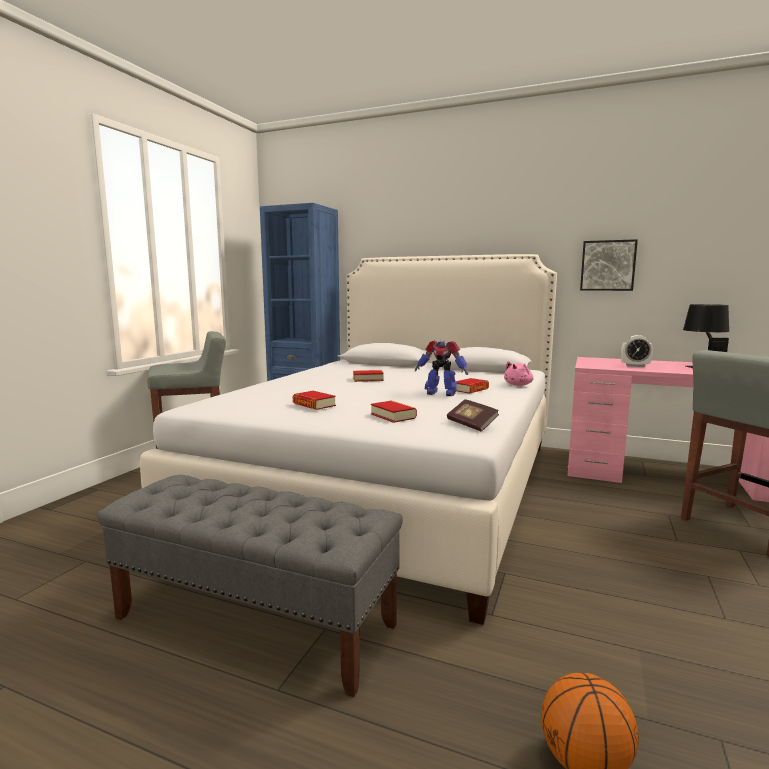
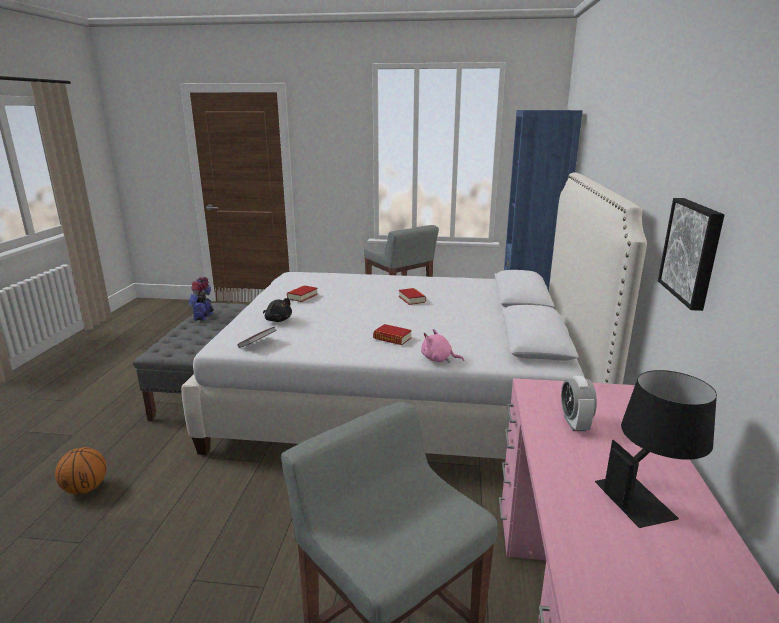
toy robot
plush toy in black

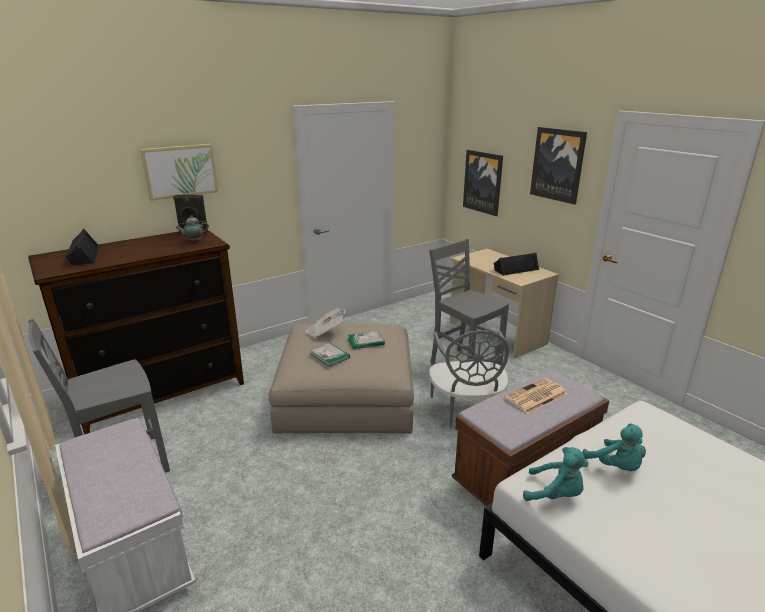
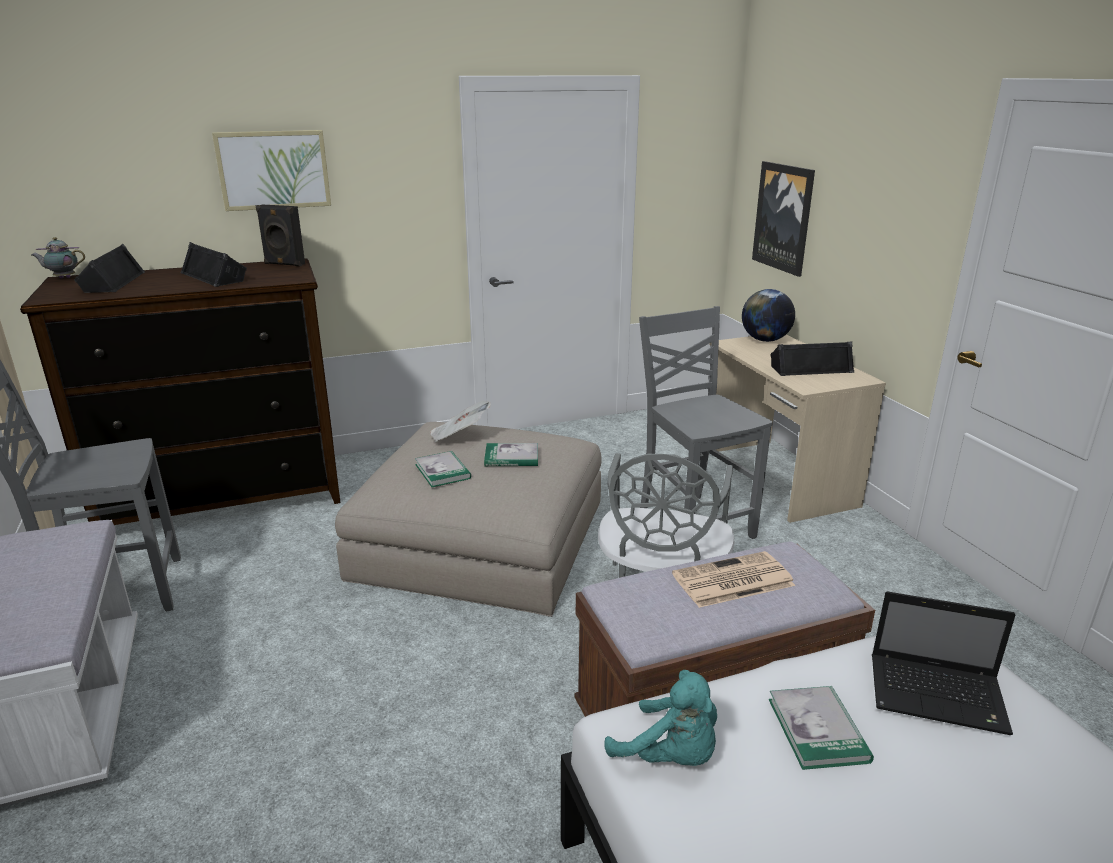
picture (3rd from left in the first image)
teapot
book (3rd from left)
speaker in black (2nd from left)
globe
laptop

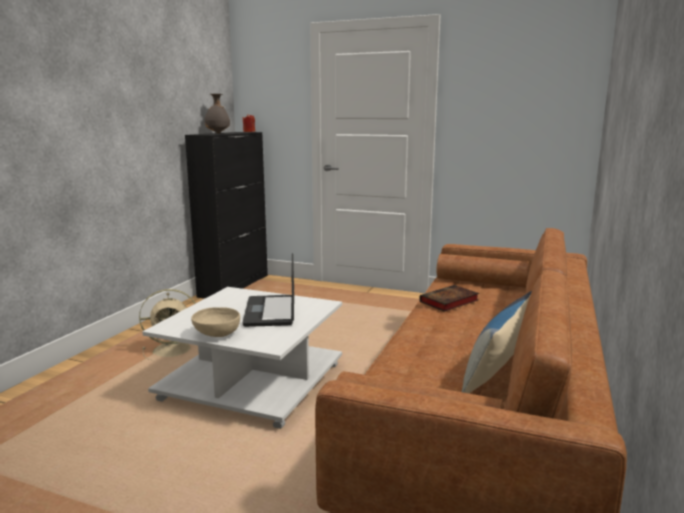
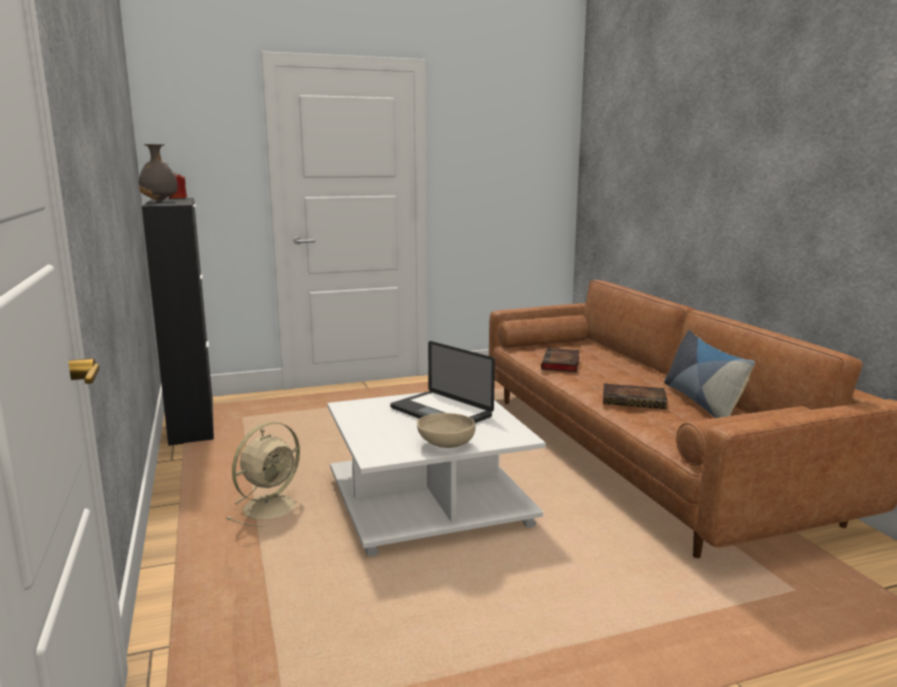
book (2nd from left)

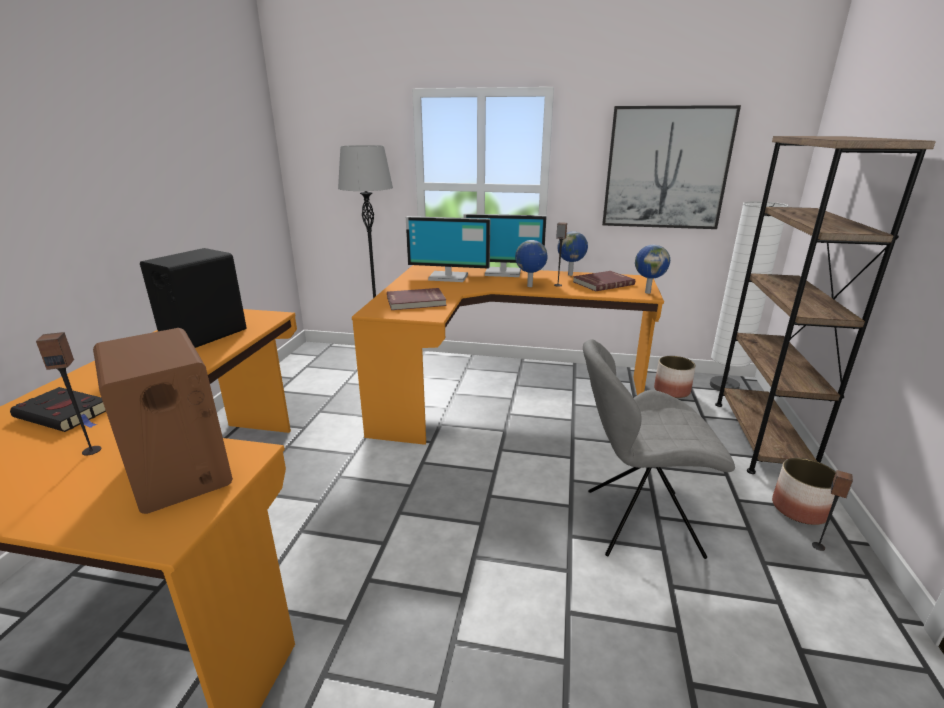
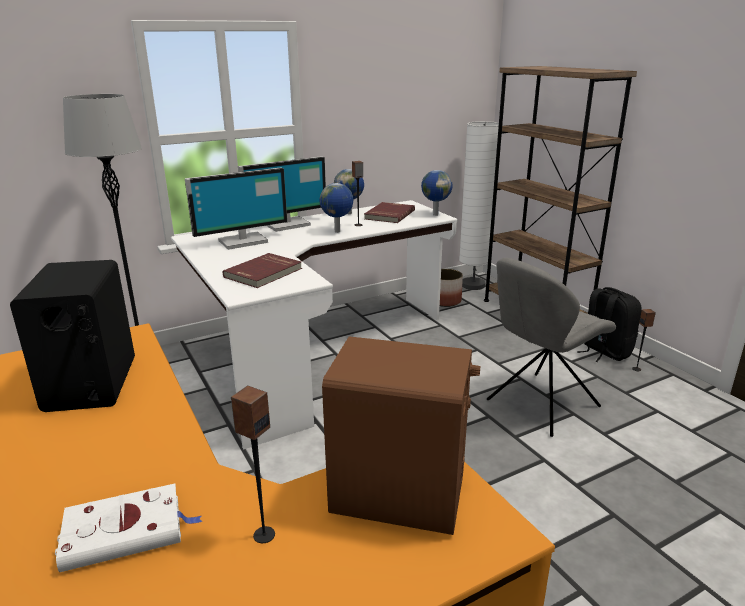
picture
desk in white
book in white
backpack in black

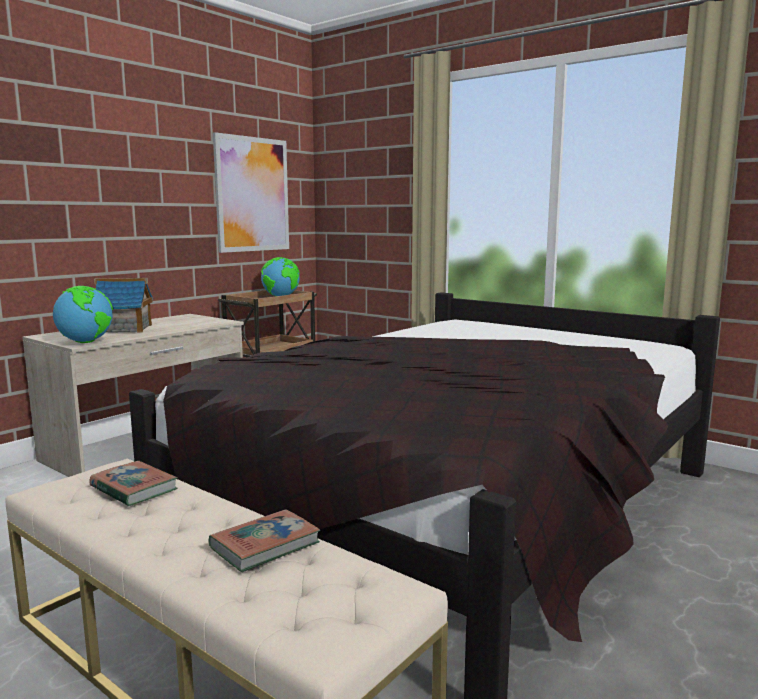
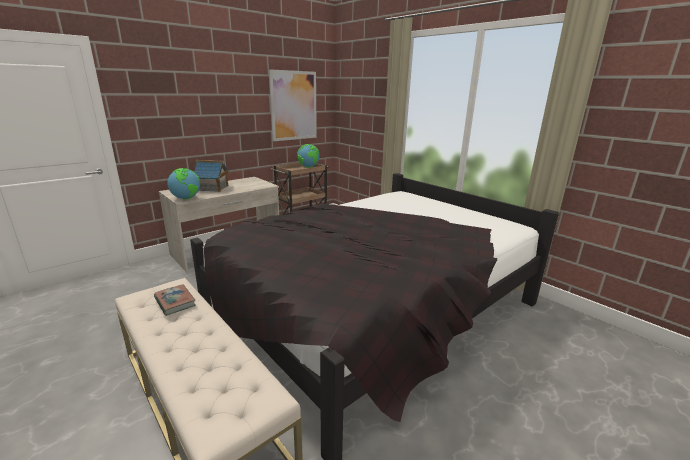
book (2nd from left in the first image)

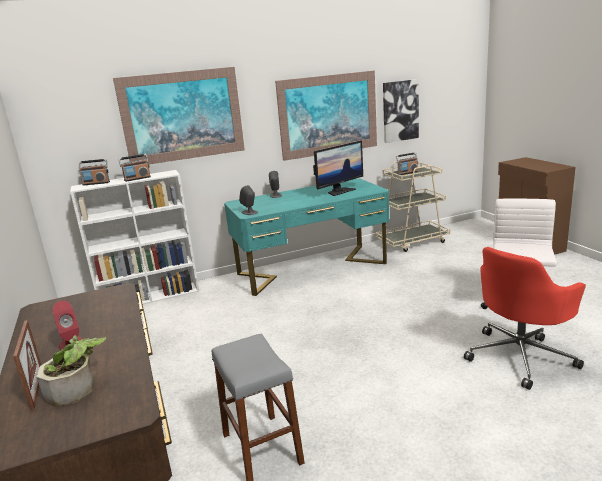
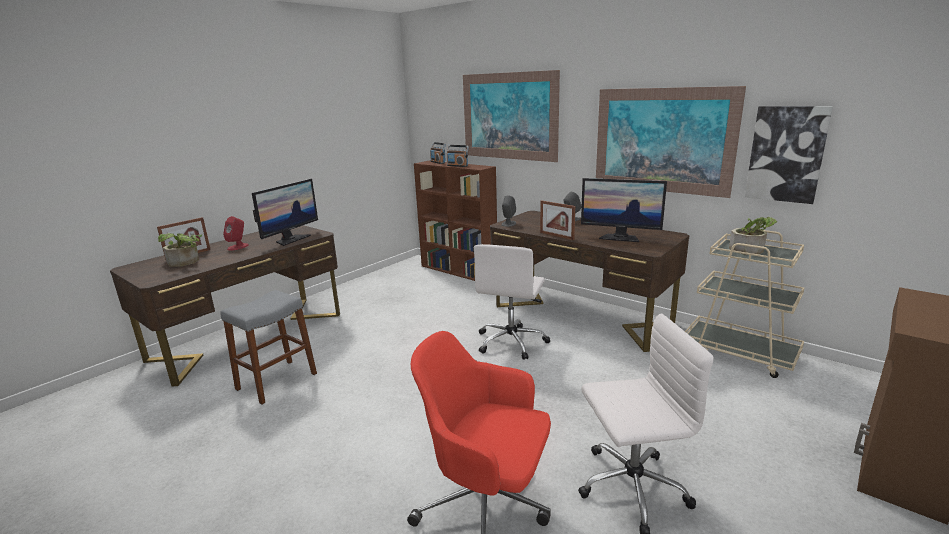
potted plant (2nd from left)
bookcase in brown
desk in brown (2nd from left)
monitor (1st from left)
picture frame (2nd from left)
office chair in white (1st from left)

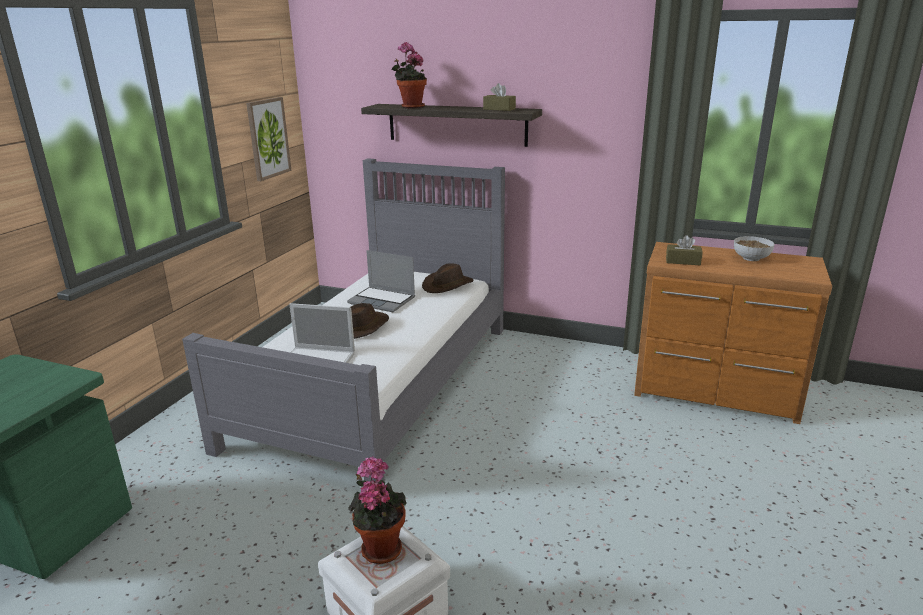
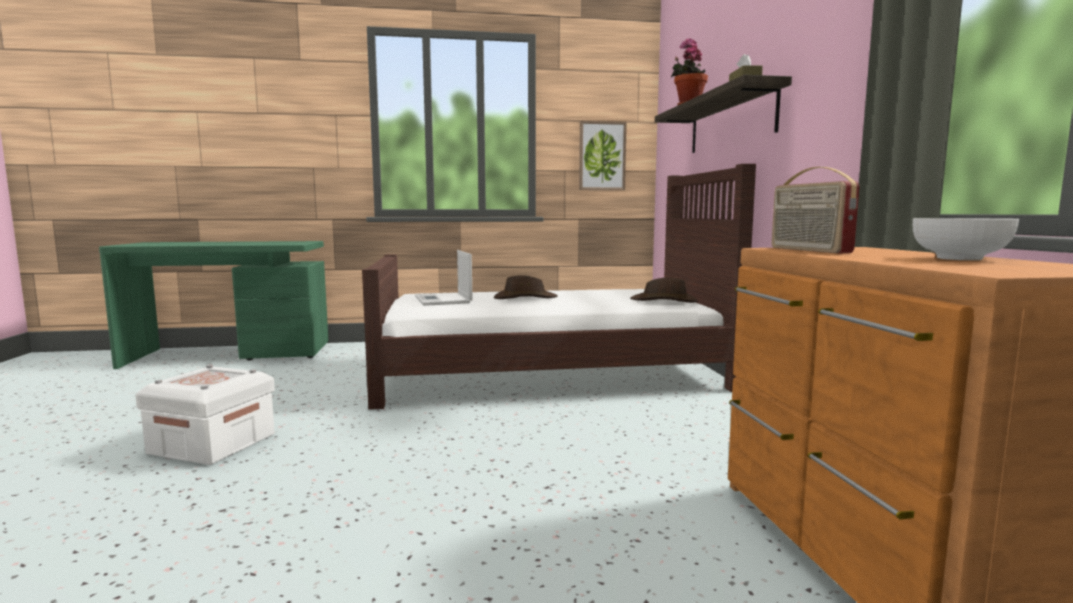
bed in brown
radio
laptop (2nd from left in the first image)
potted plant (1st from left in the first image)

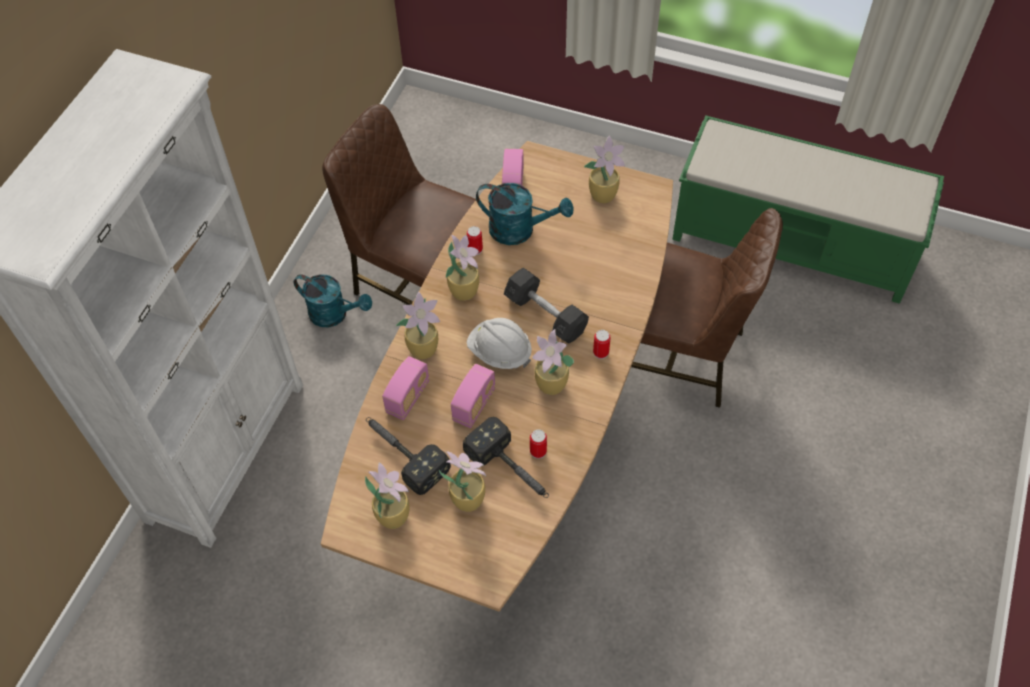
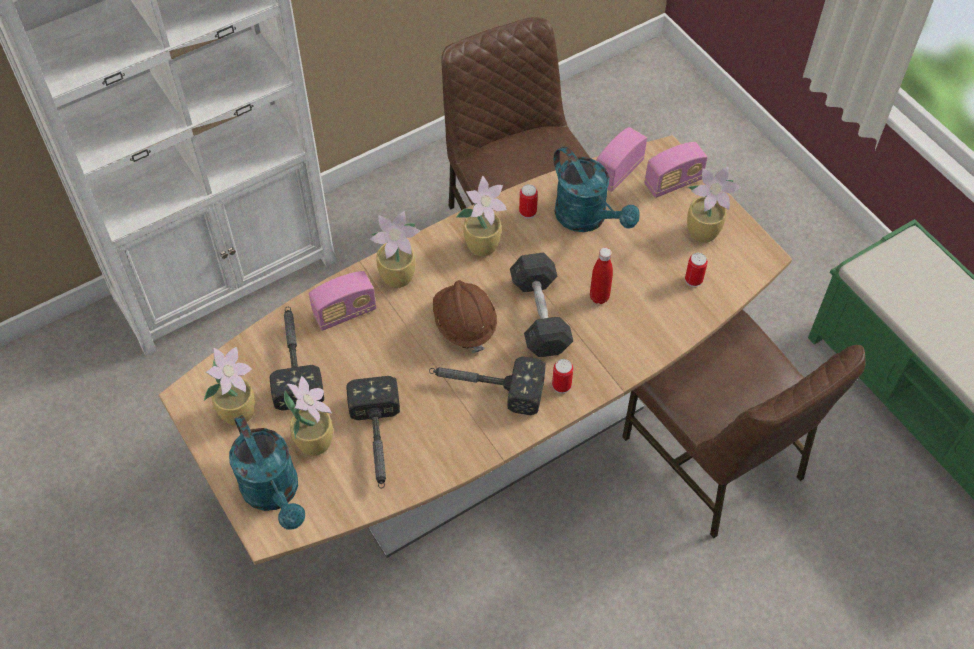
watering can in turquoise (1st from left)
hard hat in brown
hammer (3rd from left)
radio (3rd from left)
can (3rd from left)
bottle in red

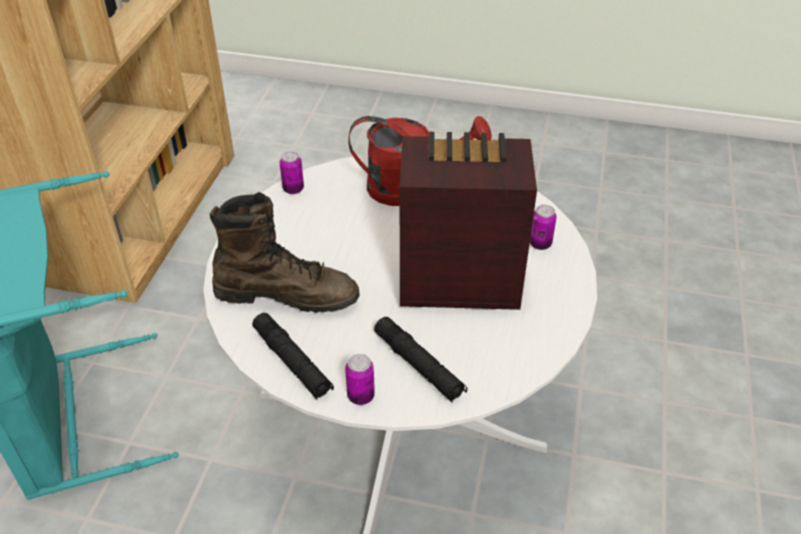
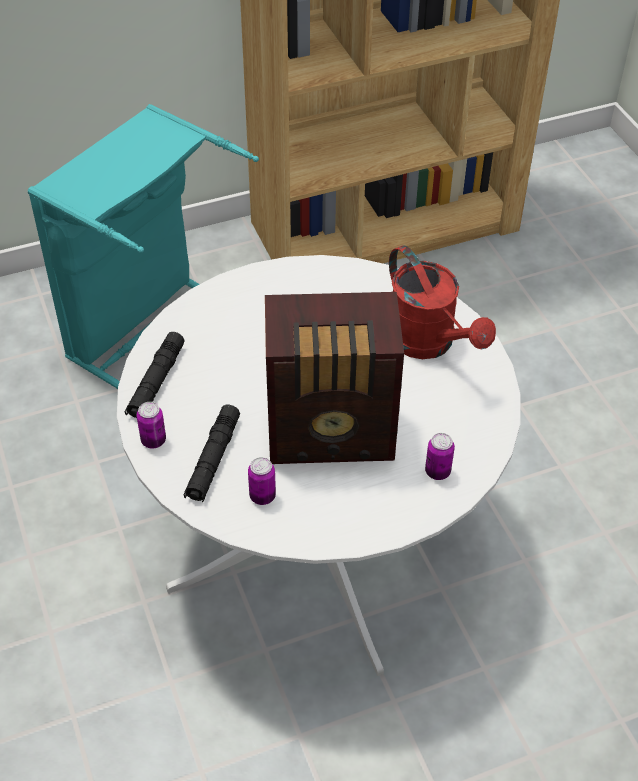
radio
can (2nd from left)
boot in brown

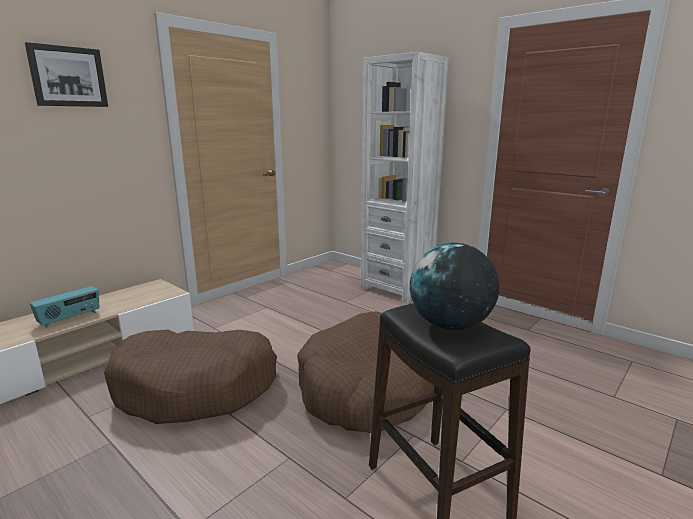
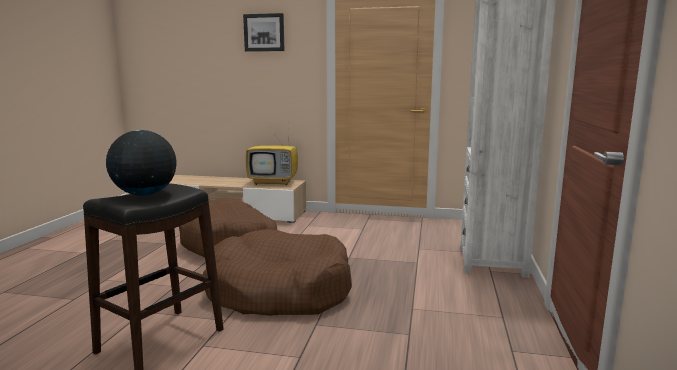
radio
television

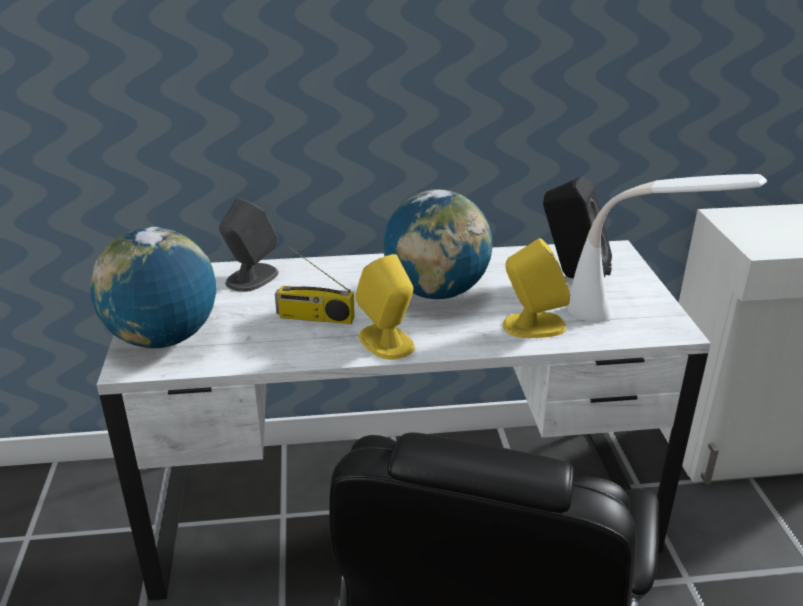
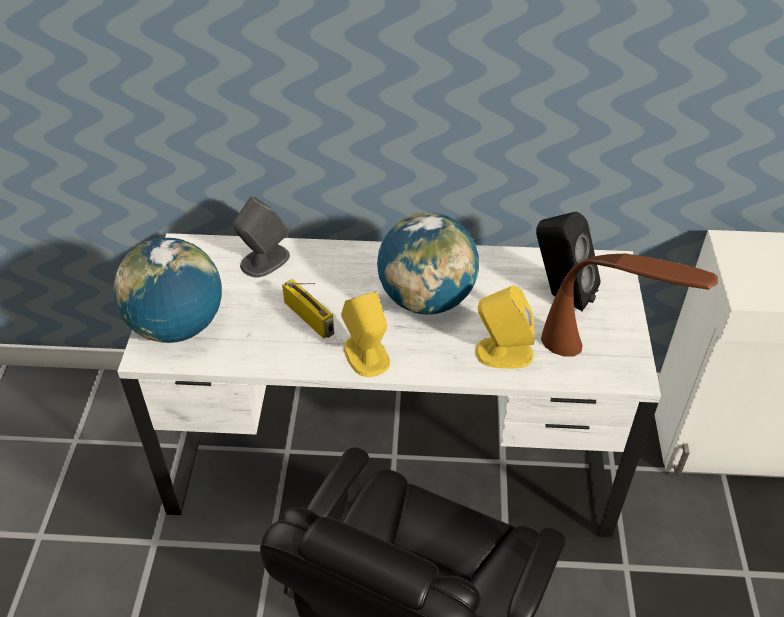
table lamp in brown
radio

